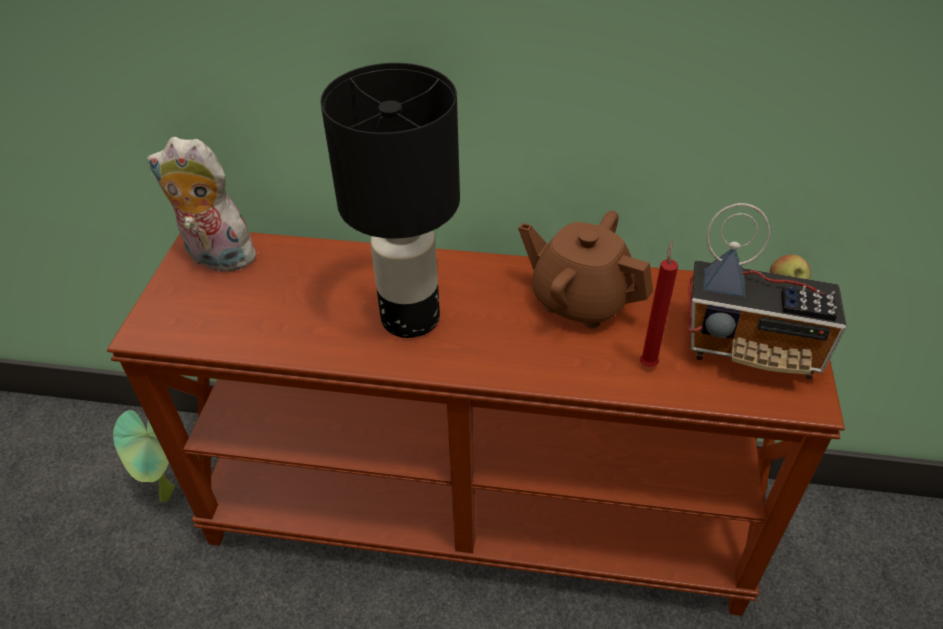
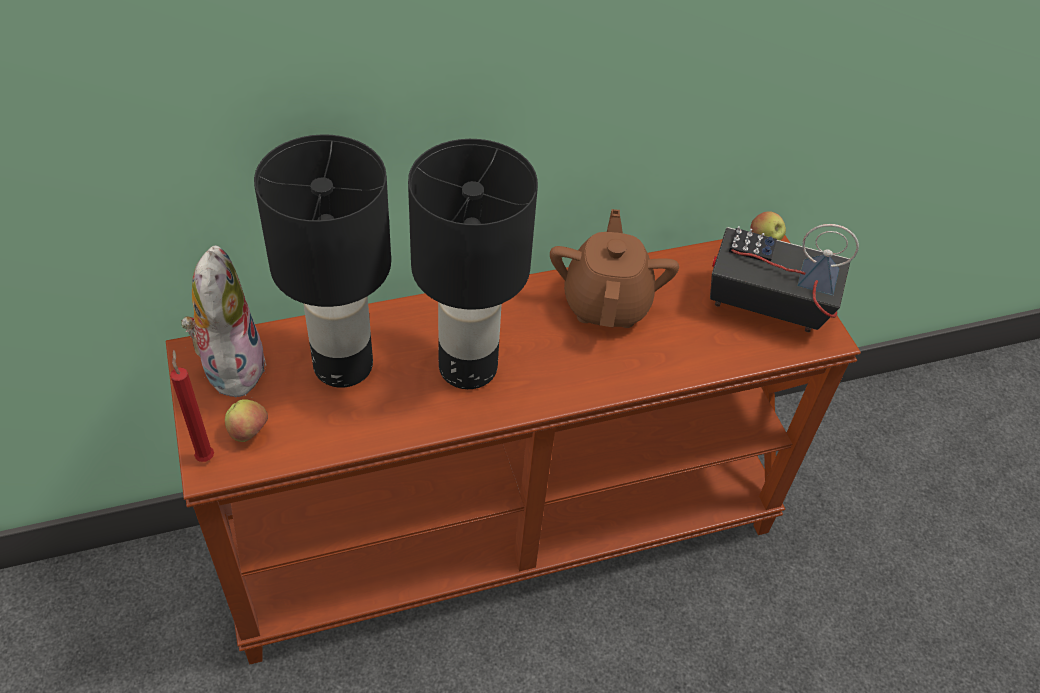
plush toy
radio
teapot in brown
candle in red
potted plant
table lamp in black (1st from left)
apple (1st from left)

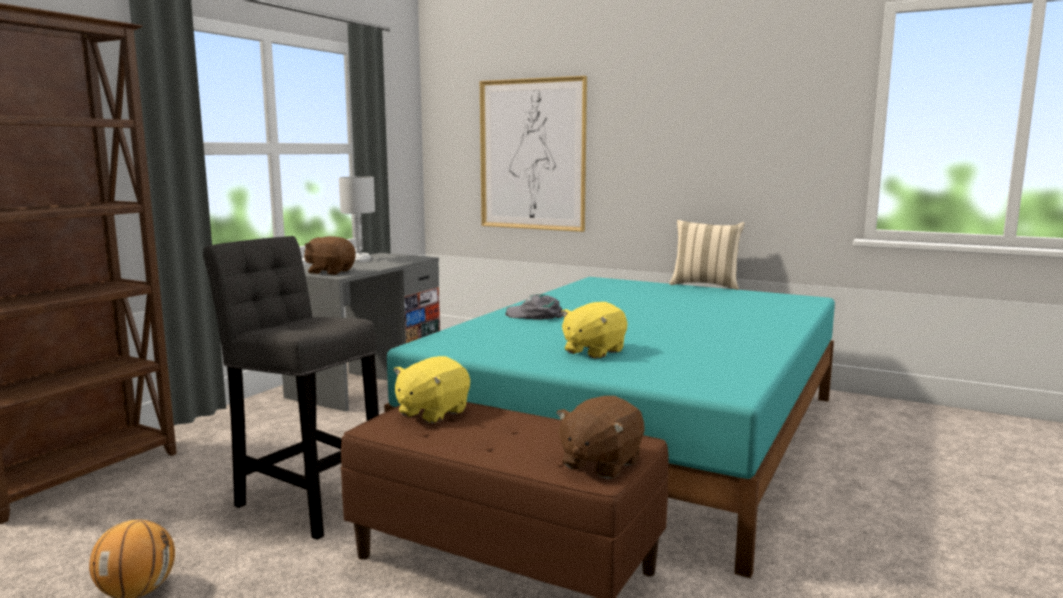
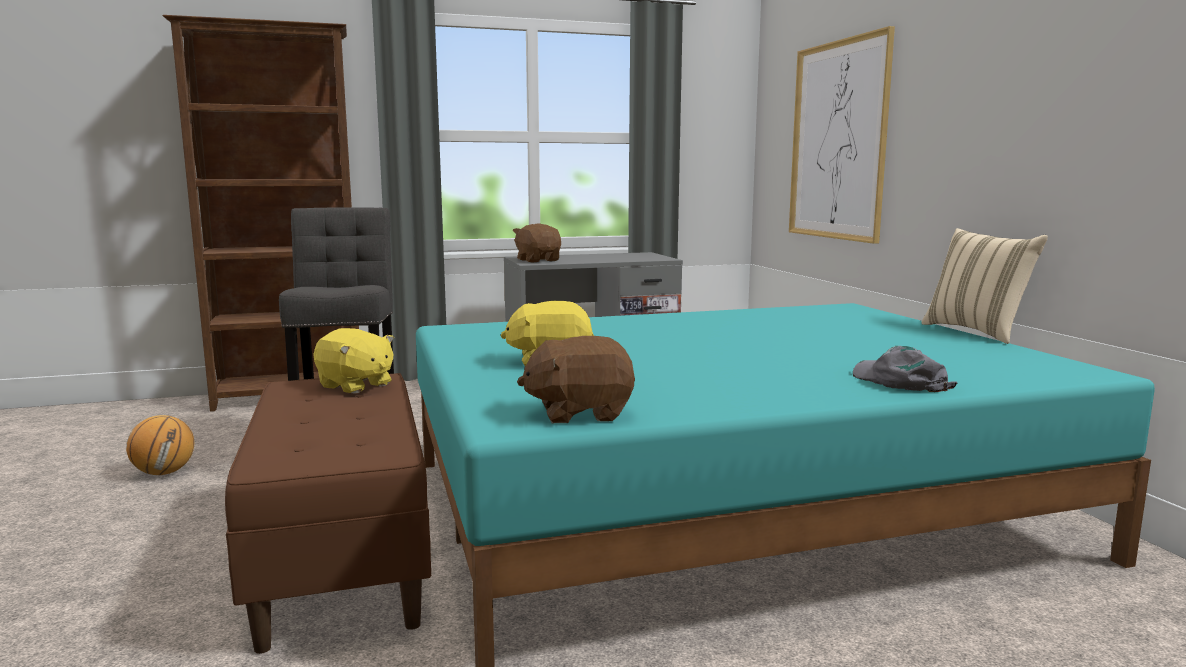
table lamp in white
cap in grey
plush toy in yellow (1st from left)
plush toy in brown (2nd from left)

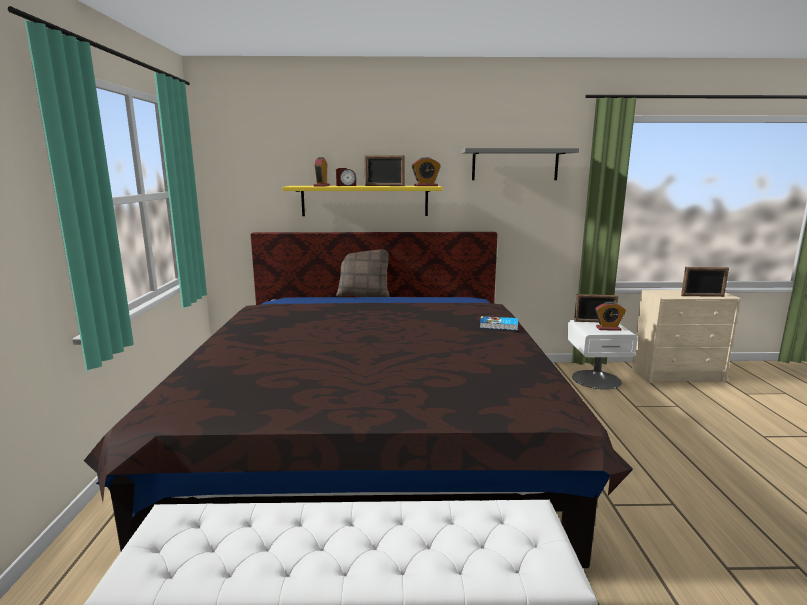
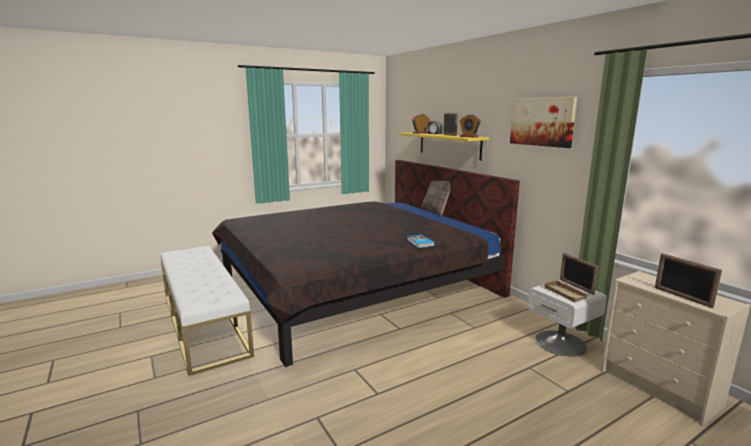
picture
tray in beige

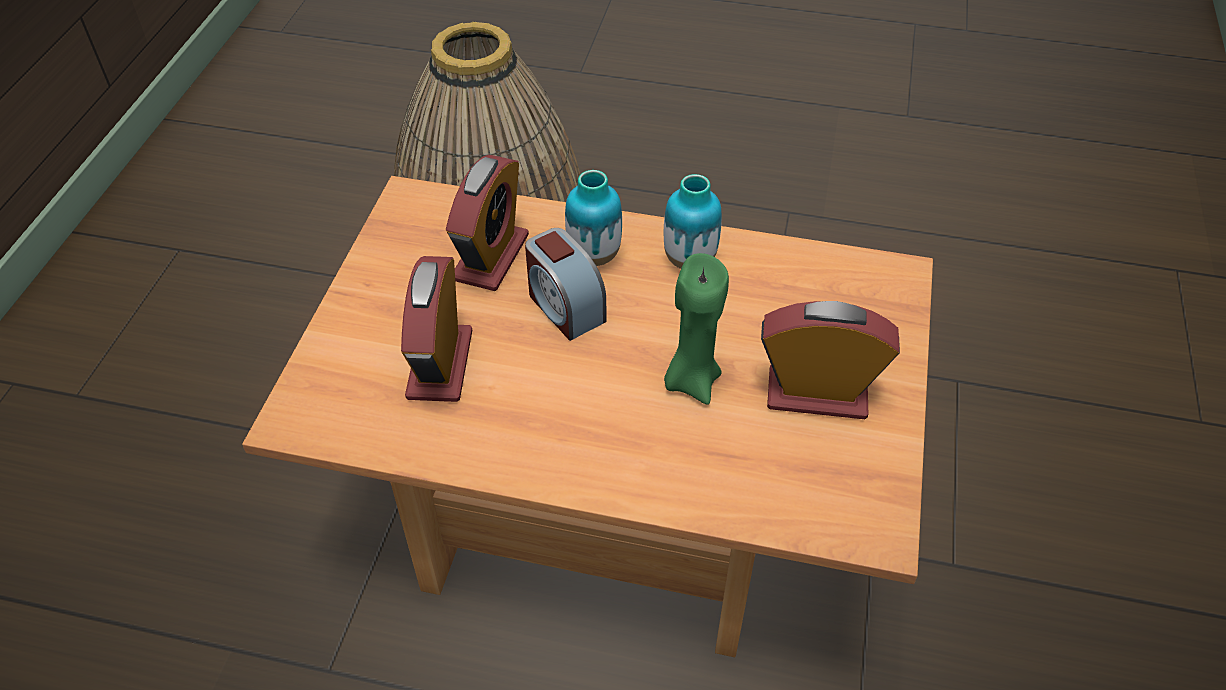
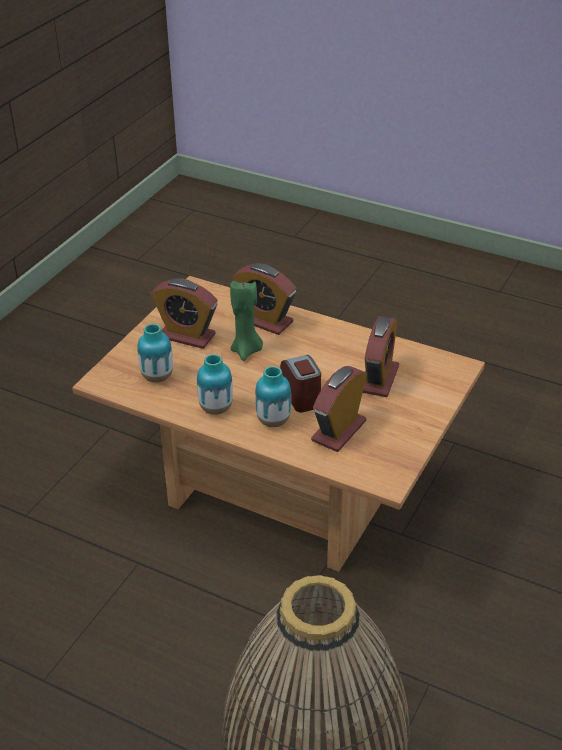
alarm clock (2nd from left)
vase (1st from left)

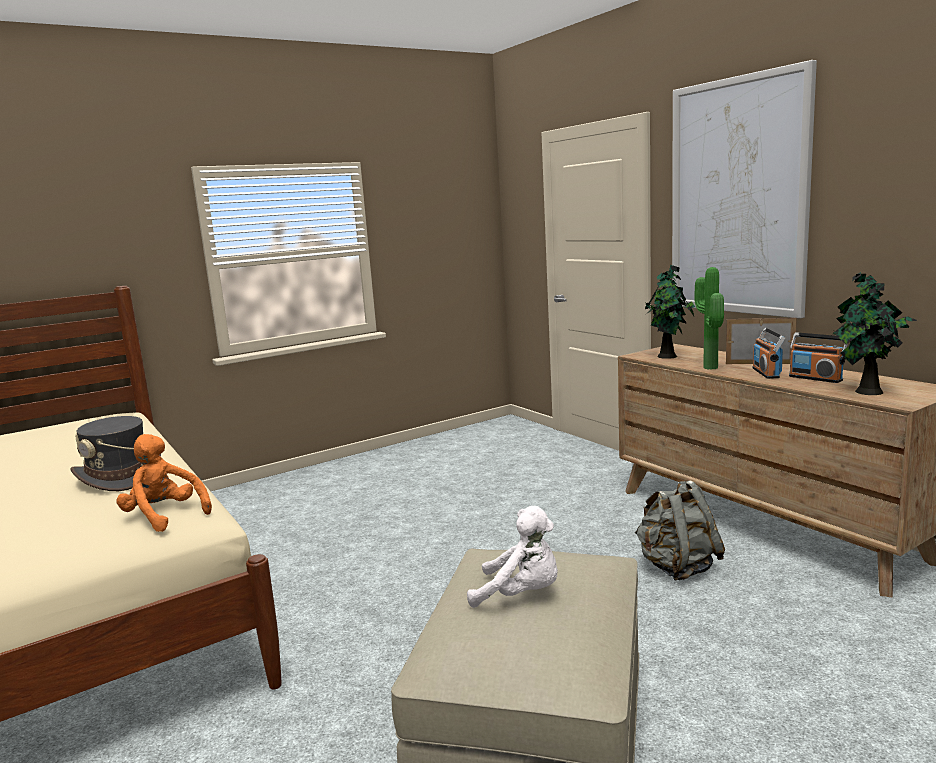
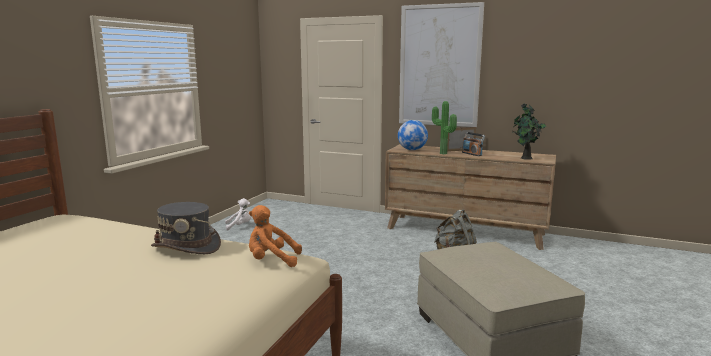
globe
radio (2nd from left in the first image)
plush toy in white

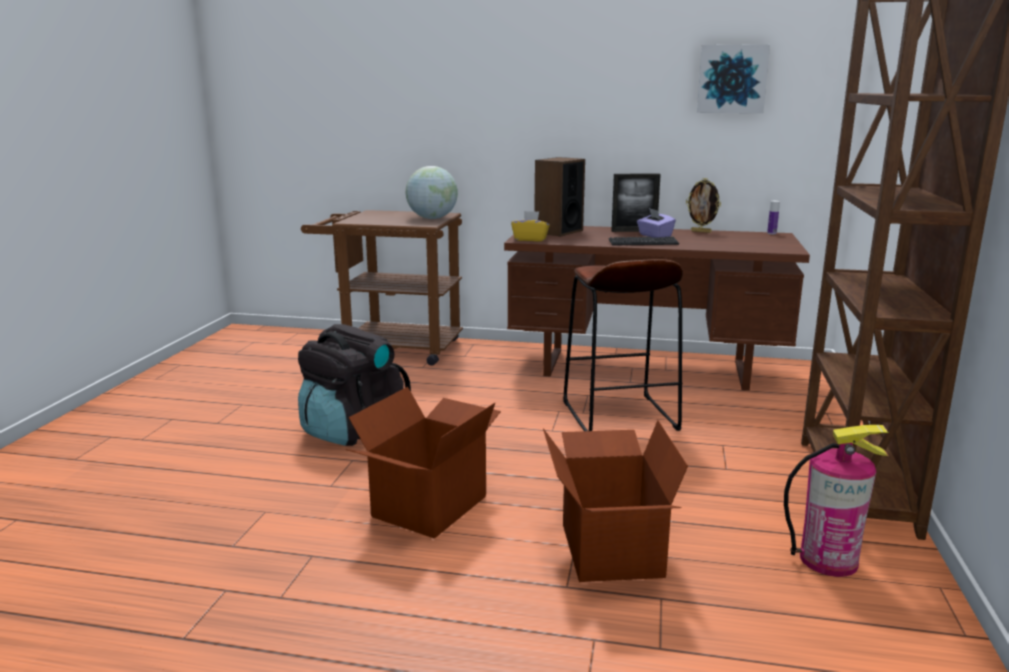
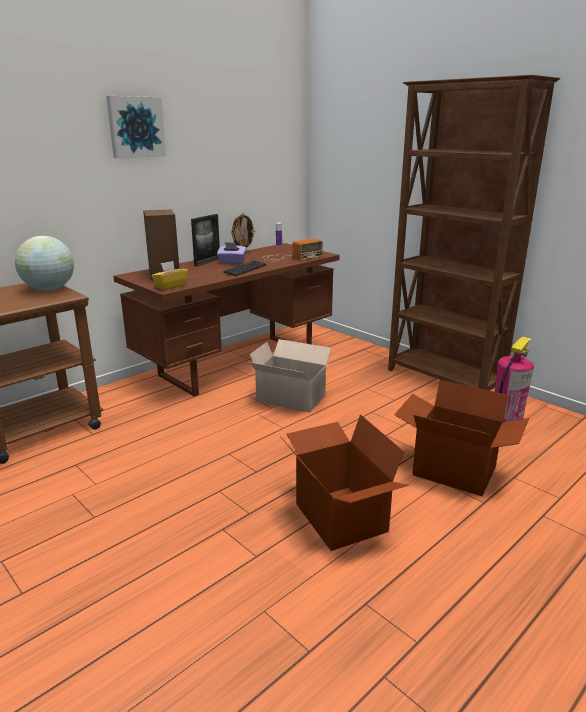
picture
cardboard box (1st from left)
backpack in black
radio

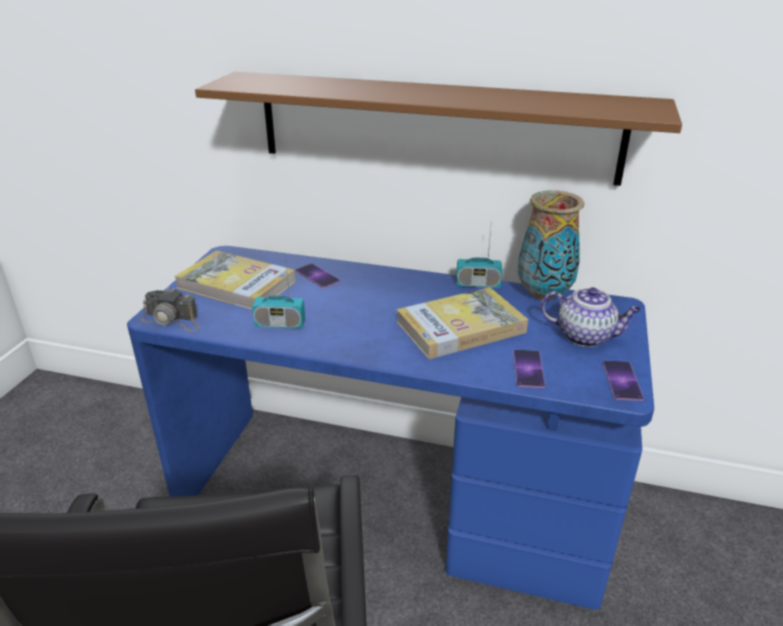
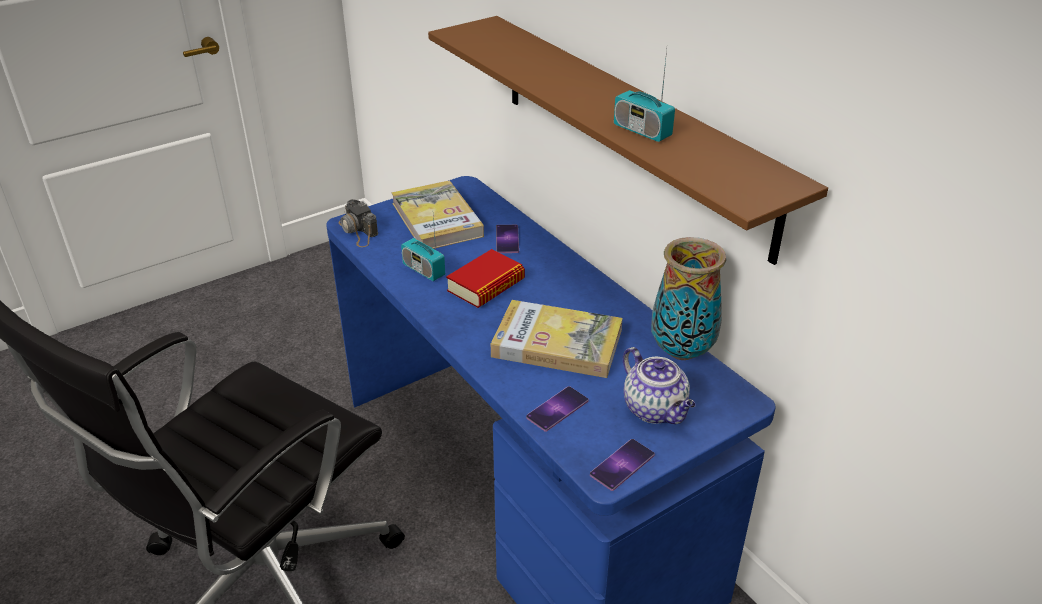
radio (2nd from left)
book (2nd from left)

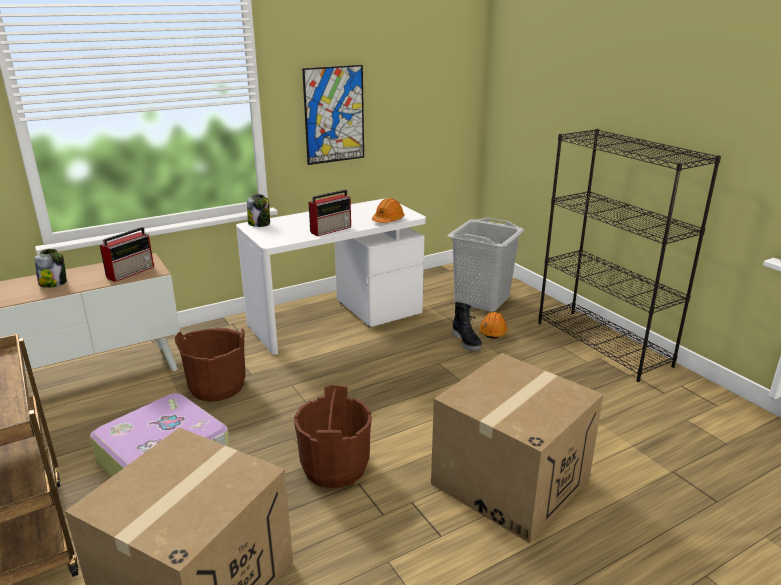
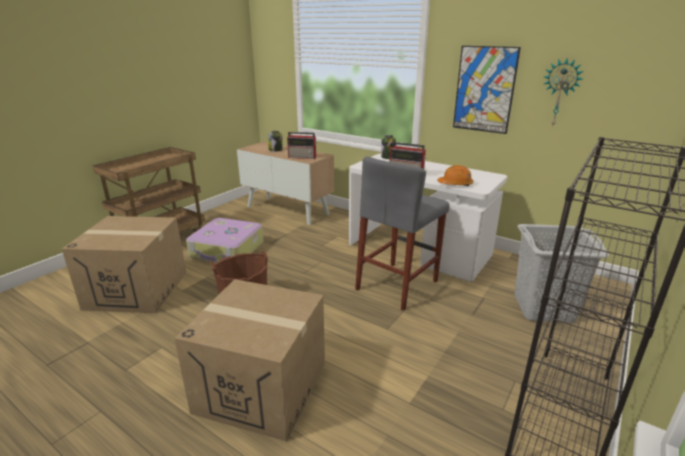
boot in black
hard hat in orange (2nd from left in the first image)
bucket in brown (1st from left in the first image)
wall clock
stool in grey

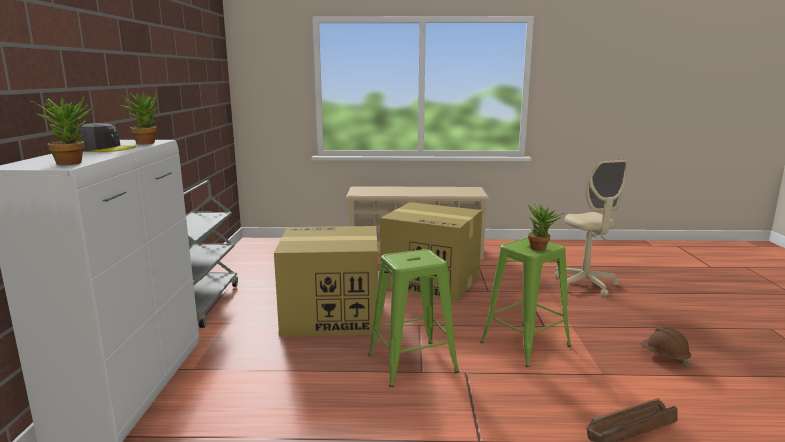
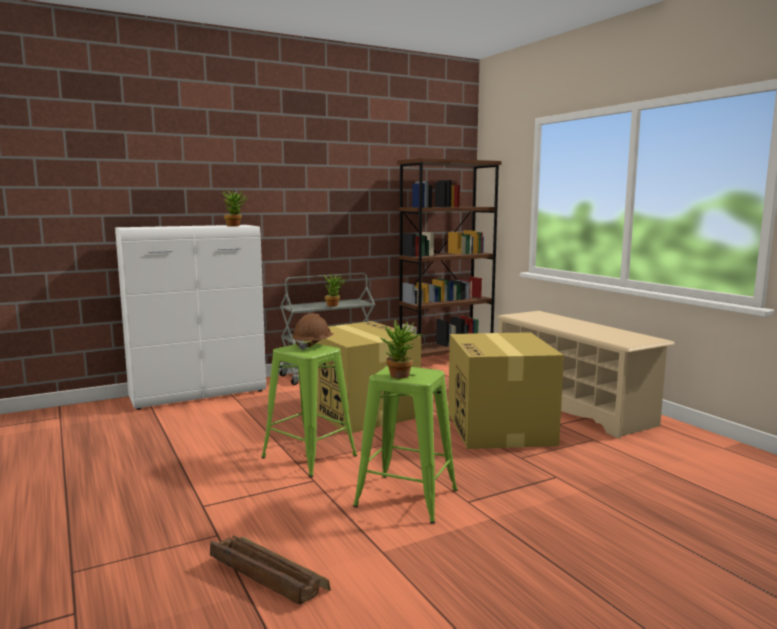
potted plant (2nd from left)
cap in grey
office chair in beige
hard hat in brown
bookcase in brown

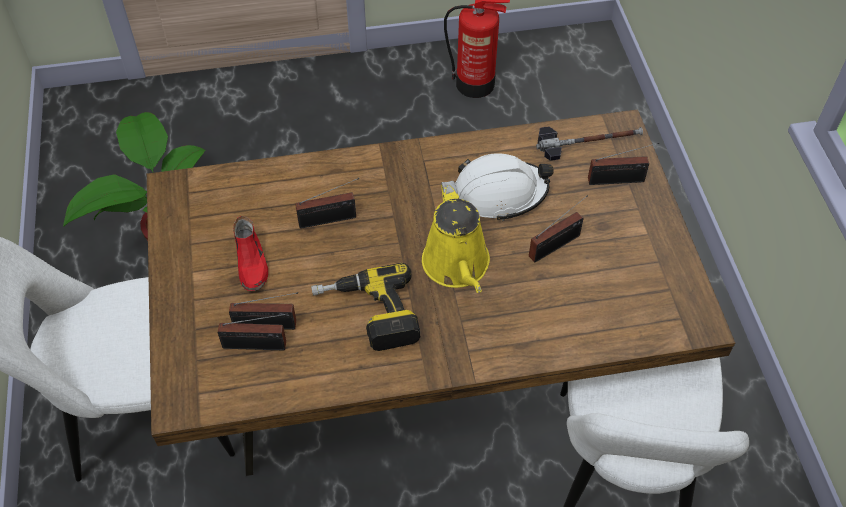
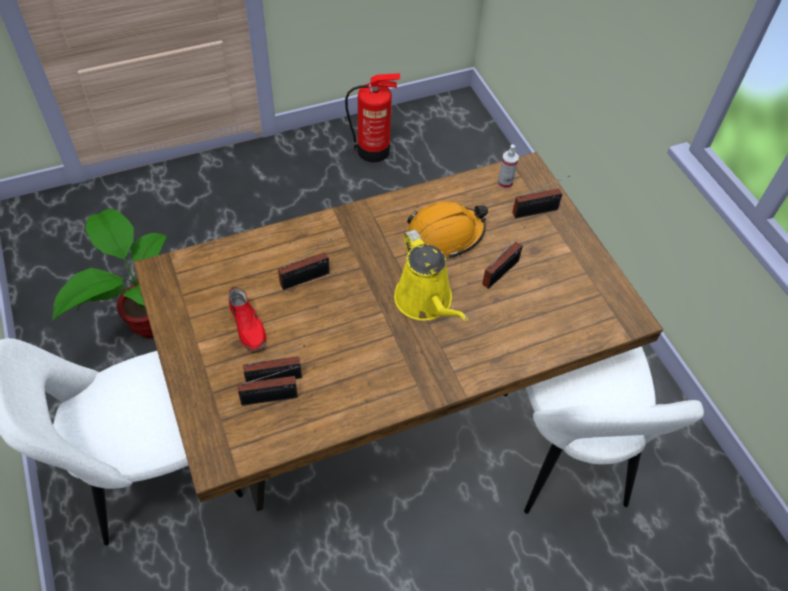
spray bottle
hard hat in orange
power drill

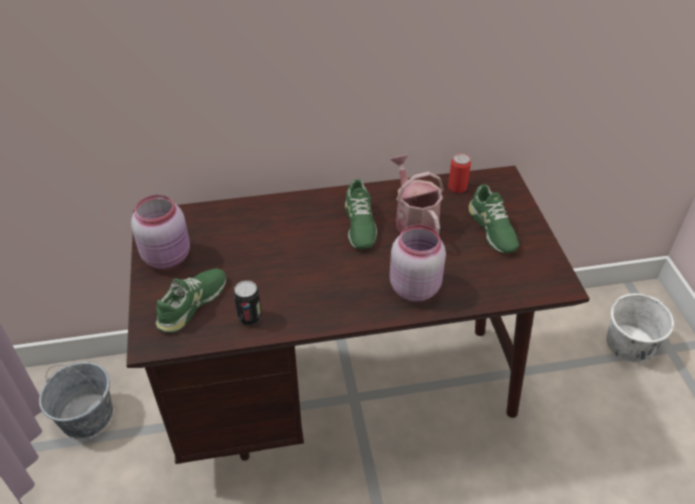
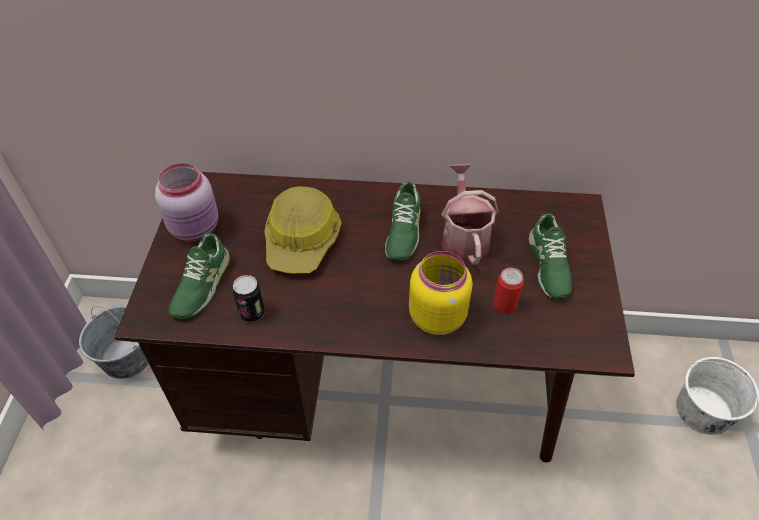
can (2nd from left)
jar in yellow
shoe in green (1st from left)
hard hat

